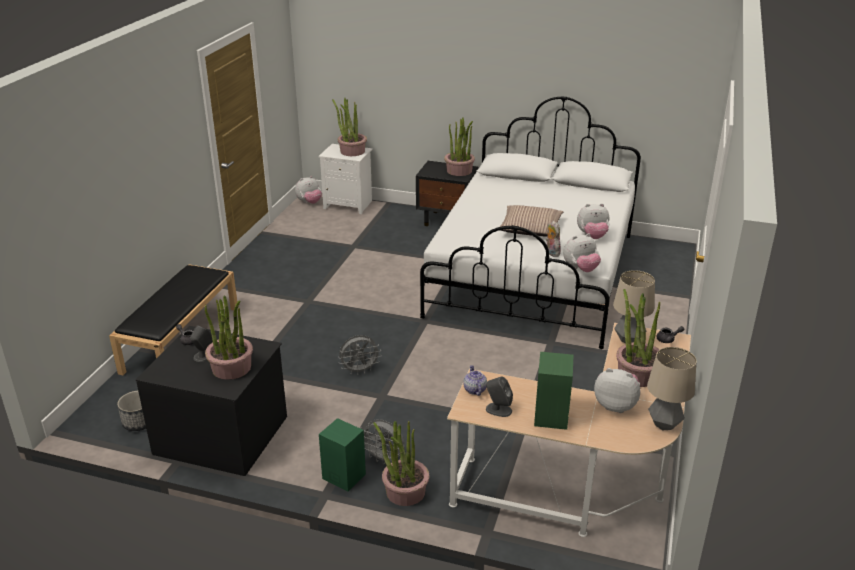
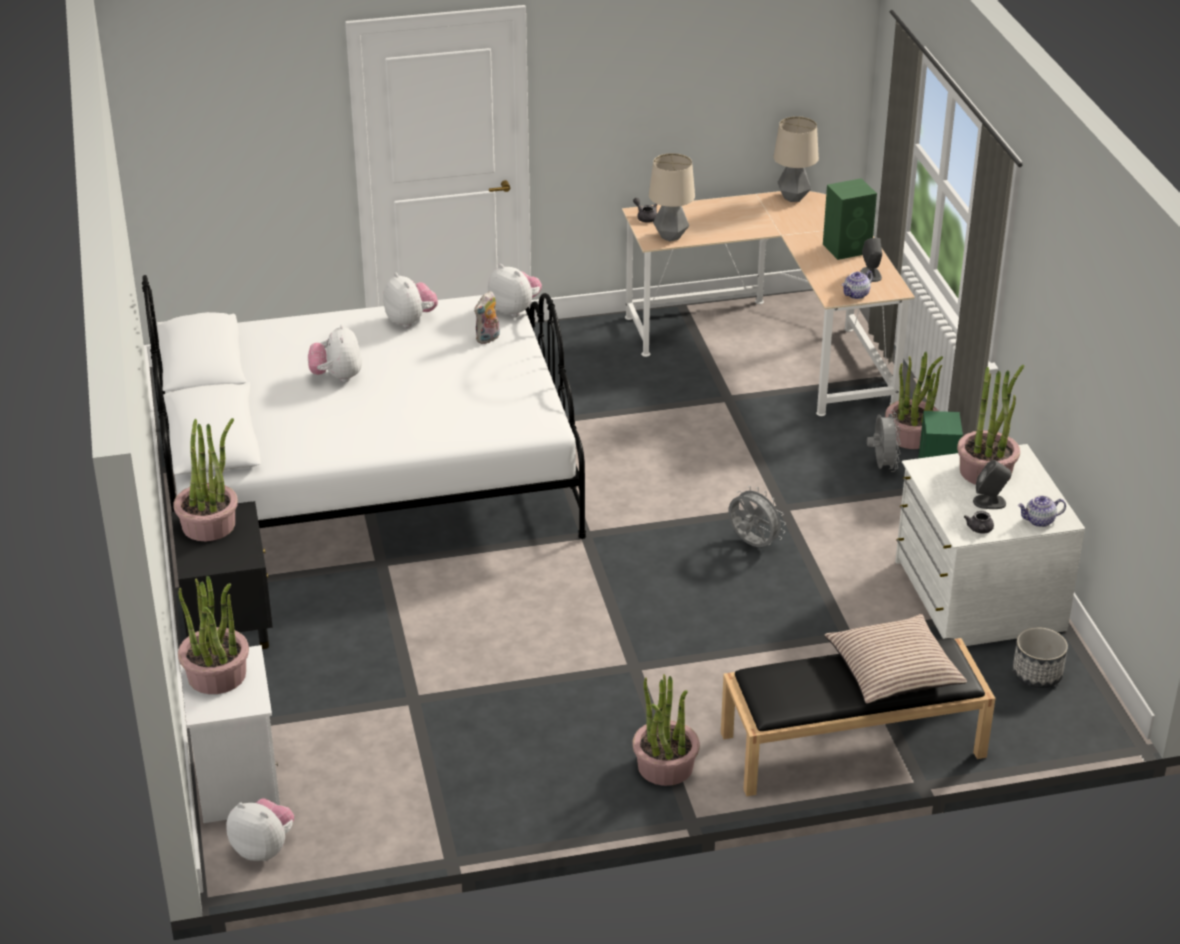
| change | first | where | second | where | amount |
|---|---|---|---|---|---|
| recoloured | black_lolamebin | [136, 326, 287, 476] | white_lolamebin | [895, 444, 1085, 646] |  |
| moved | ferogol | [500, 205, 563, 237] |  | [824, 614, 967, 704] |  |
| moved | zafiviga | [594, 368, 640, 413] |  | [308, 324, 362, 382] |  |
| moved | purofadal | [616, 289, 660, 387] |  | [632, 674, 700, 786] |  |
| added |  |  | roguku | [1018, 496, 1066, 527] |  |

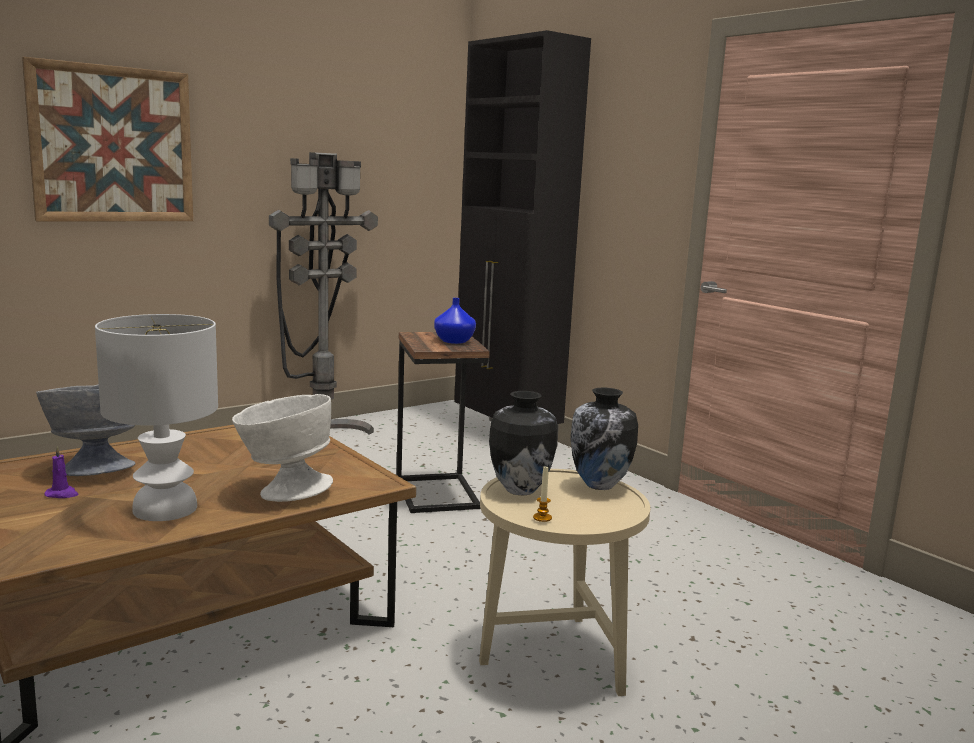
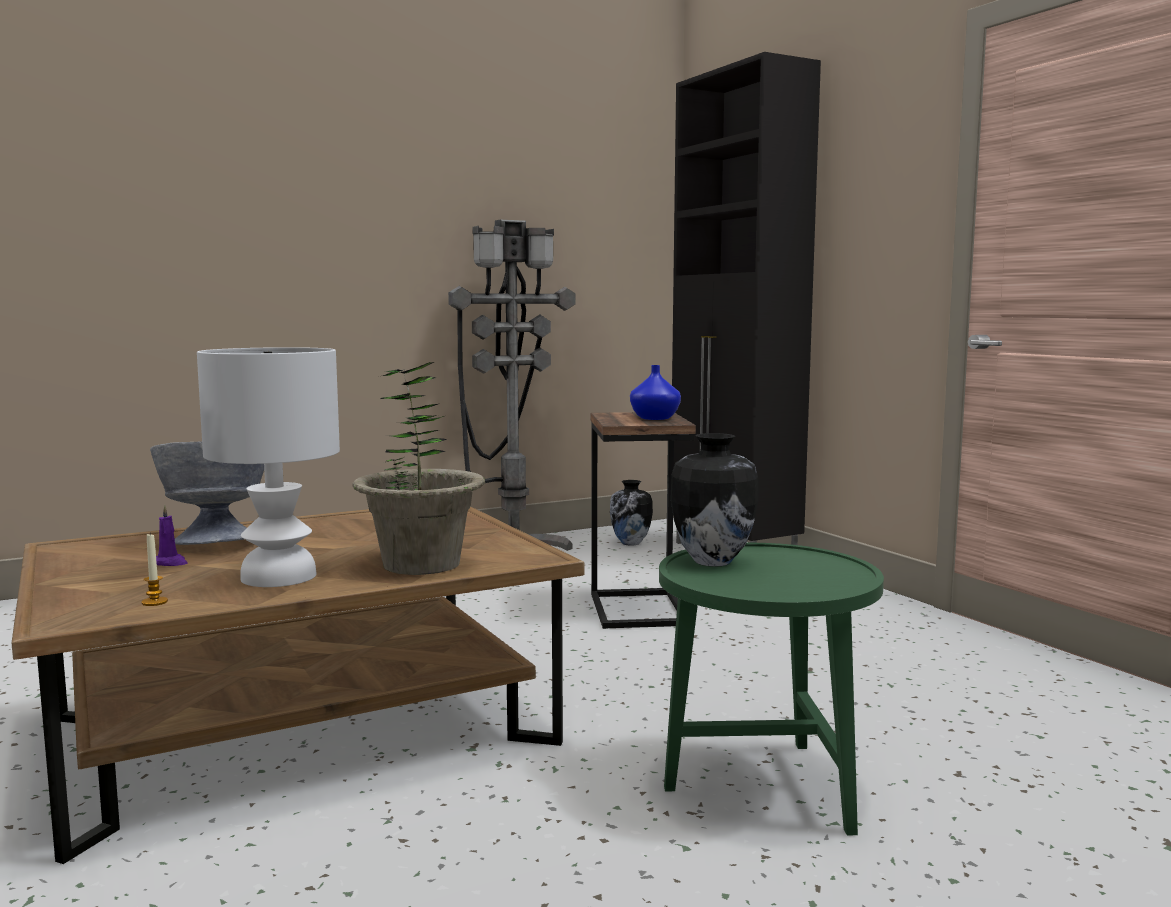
| change | first | where | second | where | amount |
|---|---|---|---|---|---|
| removed | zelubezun | [22, 57, 193, 222] |  |  |  |
| replaced | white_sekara | [232, 394, 333, 502] | purofadal | [352, 362, 485, 575] |  |
| recoloured | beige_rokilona | [479, 469, 650, 696] | green_rokilona | [659, 543, 884, 835] |  |
| moved | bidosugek | [533, 466, 552, 522] |  | [142, 533, 168, 606] |  |
| moved | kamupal | [571, 388, 638, 490] |  | [610, 480, 653, 546] |  |

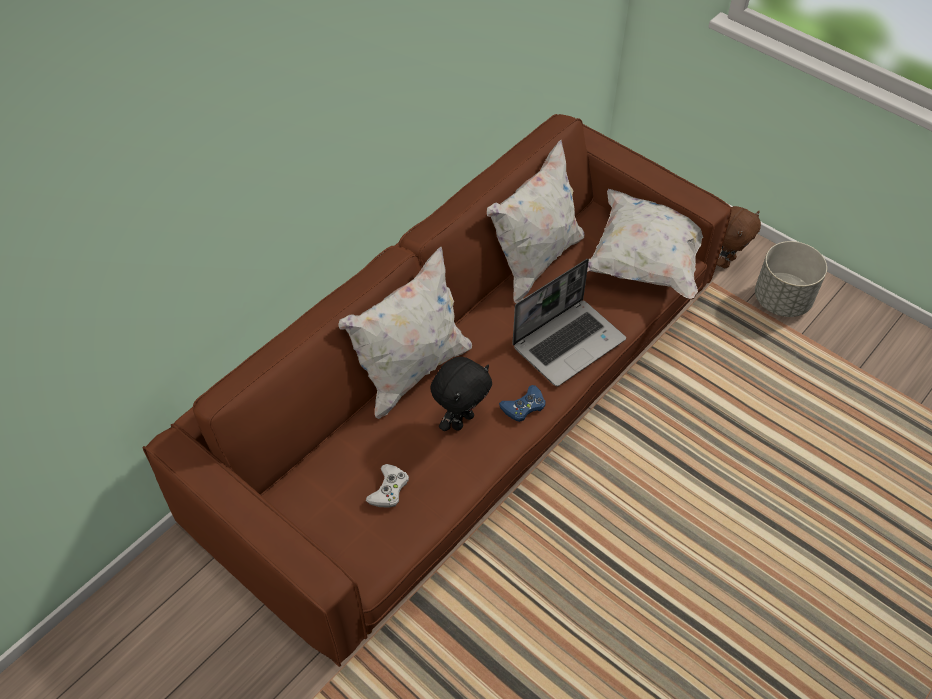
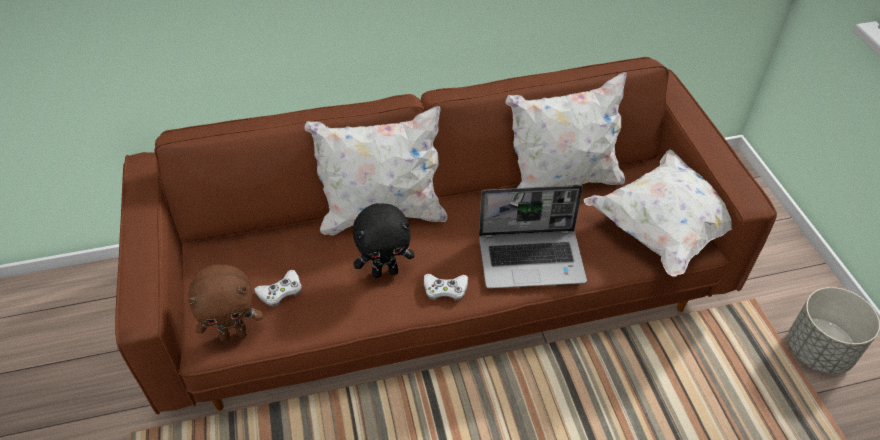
| change | first | where | second | where | amount |
|---|---|---|---|---|---|
| recoloured | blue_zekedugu | [499, 385, 545, 422] | white_zekedugu | [424, 274, 468, 301] |  |
| moved | brown_zafiviga | [717, 206, 761, 268] |  | [187, 265, 263, 341] |  |

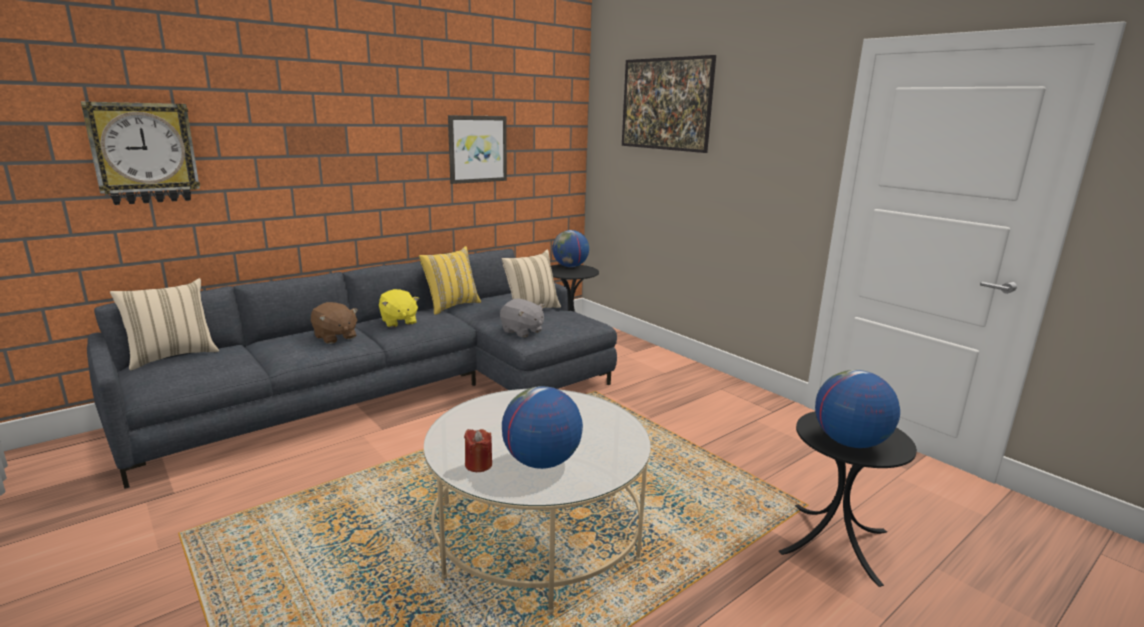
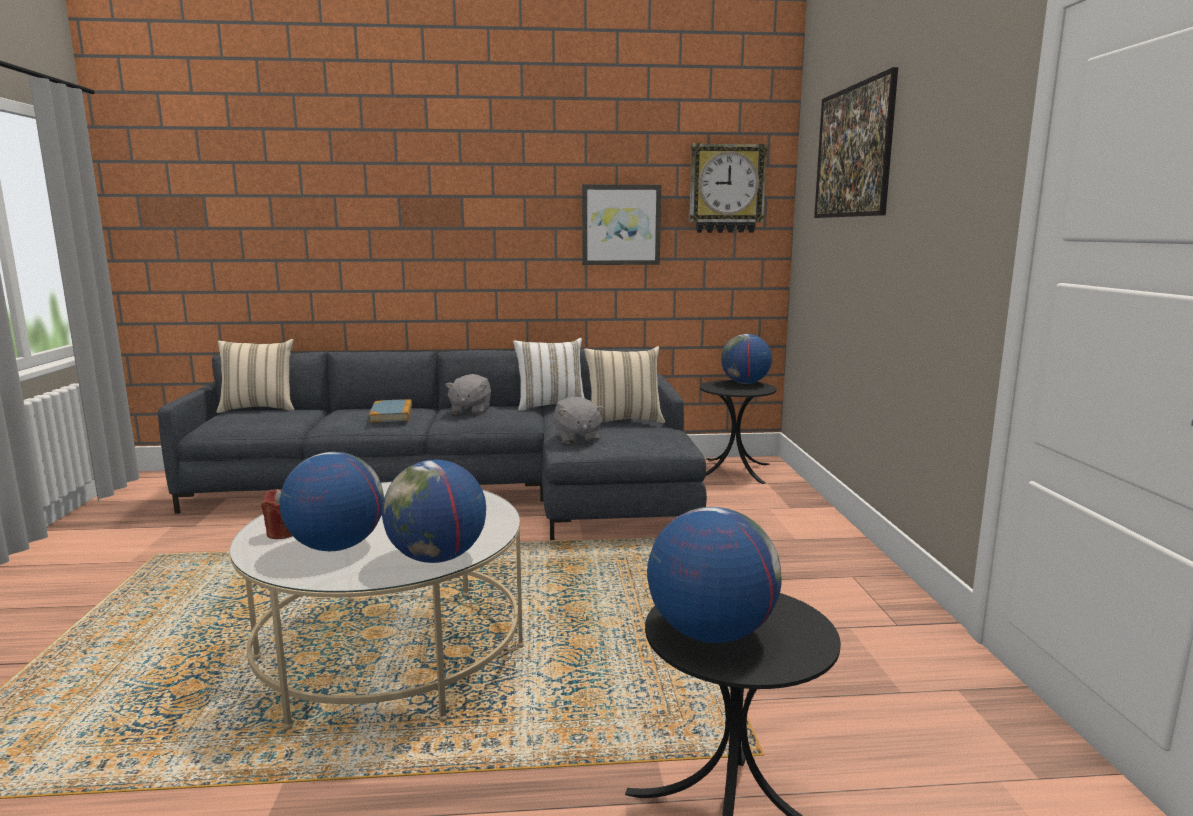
| change | first | where | second | where | amount |
|---|---|---|---|---|---|
| moved | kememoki | [81, 102, 200, 205] |  | [689, 143, 768, 233] |  |
| replaced | brown_zafiviga | [311, 302, 358, 344] | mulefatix | [369, 399, 412, 422] |  |
| recoloured | yellow_zafiviga | [379, 289, 419, 328] | grey_zafiviga | [445, 374, 491, 415] |  |
| recoloured | yellow_ferogol | [419, 246, 481, 315] | white_ferogol | [513, 338, 585, 411] |  |
| added |  |  | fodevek | [382, 460, 486, 563] |  |

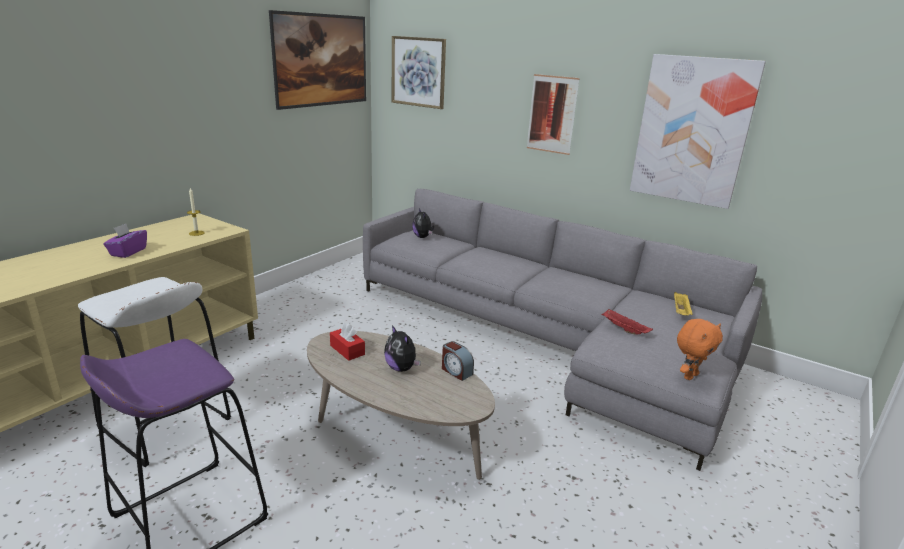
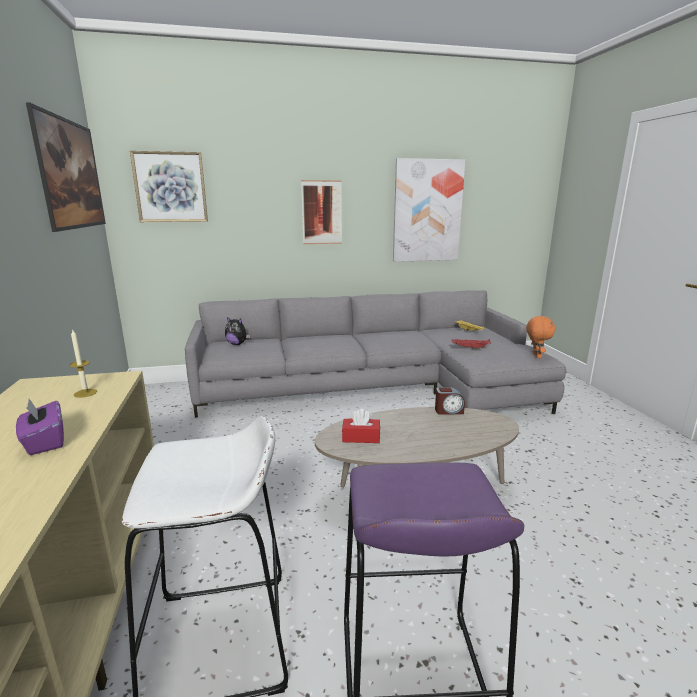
| change | first | where | second | where | amount |
|---|---|---|---|---|---|
| removed | zafiviga | [384, 325, 421, 372] |  |  |  |

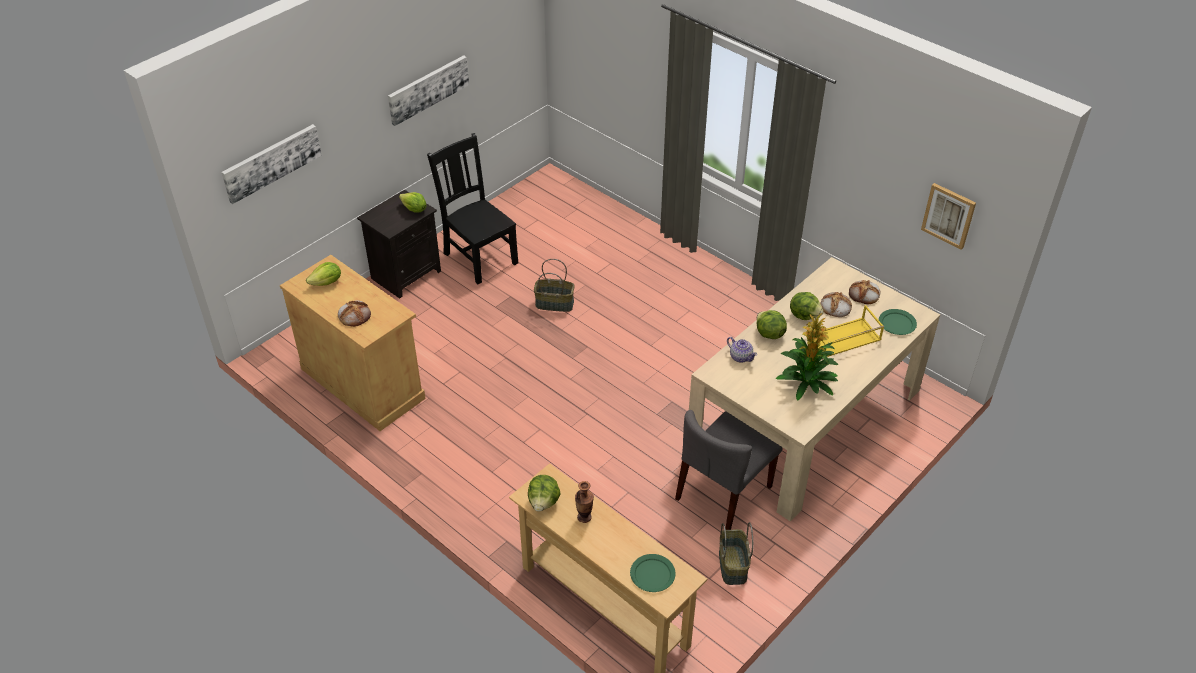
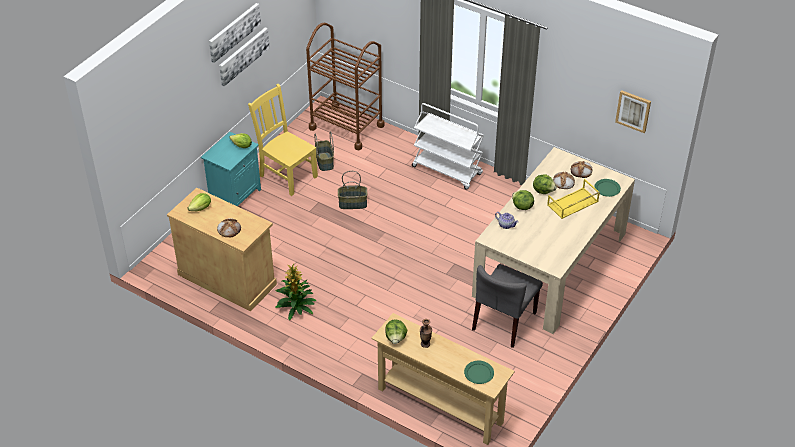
| change | first | where | second | where | amount |
|---|---|---|---|---|---|
| moved | zelubezun | [222, 124, 322, 204] |  | [209, 3, 261, 63] |  |
| recoloured | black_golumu | [357, 190, 441, 299] | turquoise_golumu | [201, 132, 261, 207] |  |
| recoloured | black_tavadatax | [427, 133, 518, 284] | yellow_tavadatax | [248, 84, 318, 196] |  |
| moved | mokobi | [719, 522, 753, 585] |  | [314, 131, 334, 171] |  |
| moved | purofadal | [776, 313, 838, 401] |  | [275, 263, 316, 321] |  |
| added |  |  | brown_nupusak | [306, 23, 385, 150] |  |
| added |  |  | white_nupusak | [412, 103, 484, 190] |  |

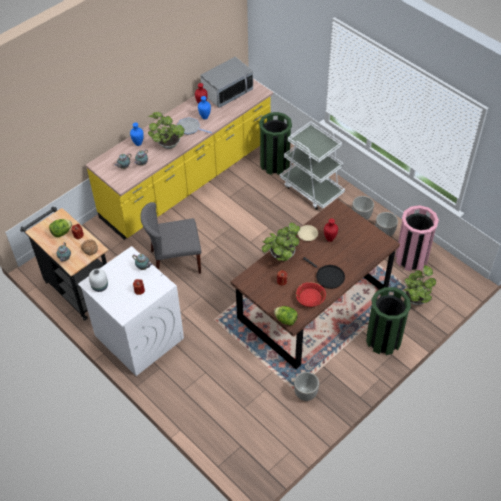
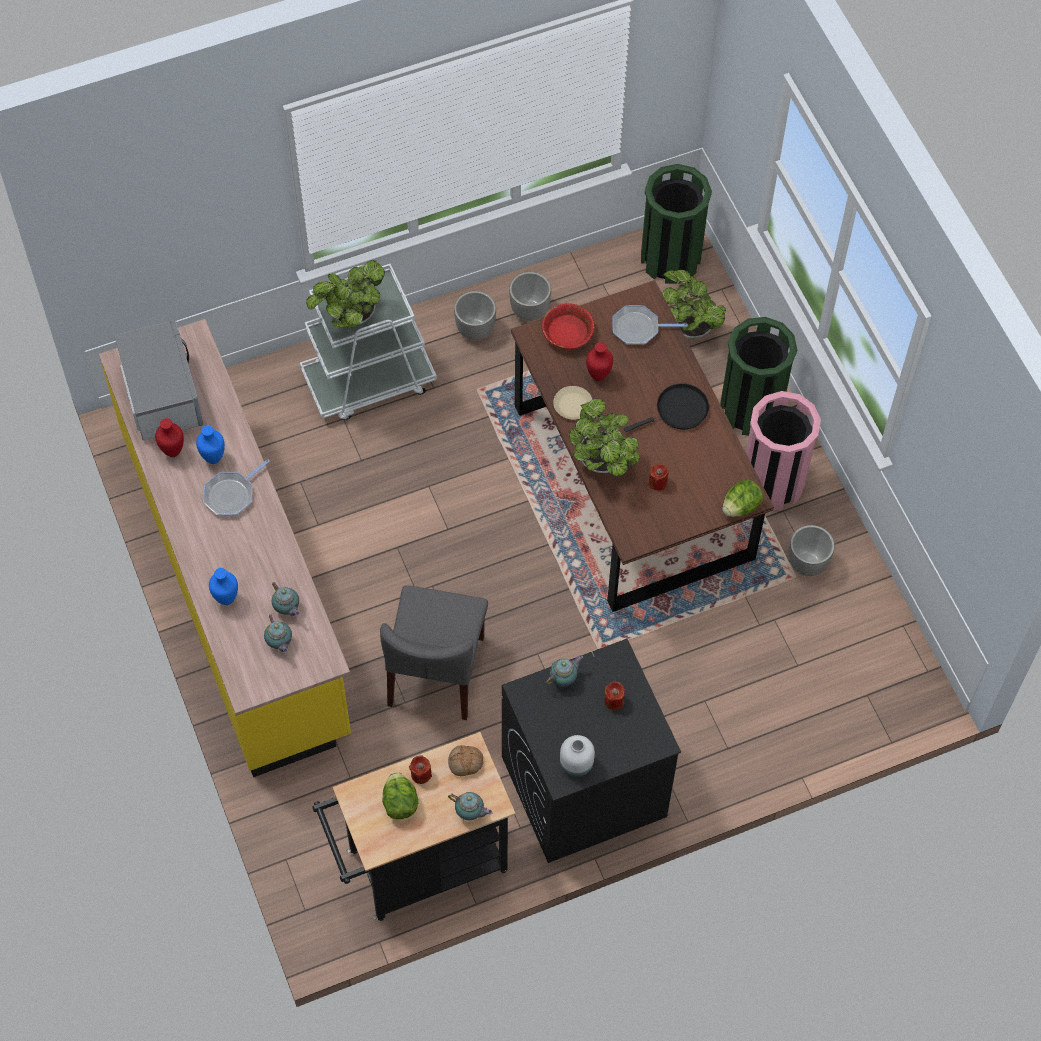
| change | first | where | second | where | amount |
|---|---|---|---|---|---|
| recoloured | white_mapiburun | [78, 246, 184, 376] | black_mapiburun | [502, 639, 681, 863] |  |
| moved | purofadal | [148, 112, 185, 149] |  | [306, 260, 385, 329] |  |
| moved | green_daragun | [259, 112, 292, 175] |  | [641, 164, 712, 284] |  |
| moved | red_sekara | [296, 282, 326, 307] |  | [542, 303, 595, 350] |  |
| moved | pink_daragun | [395, 205, 439, 271] |  | [746, 391, 821, 510] |  |
| added |  |  | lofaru | [612, 305, 688, 345] |  |

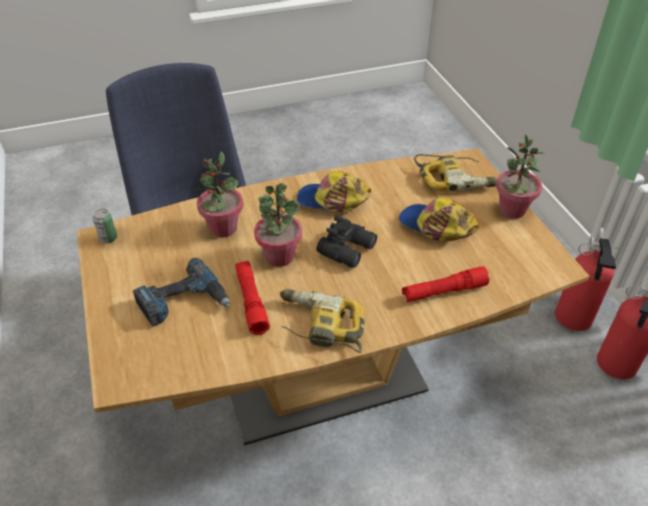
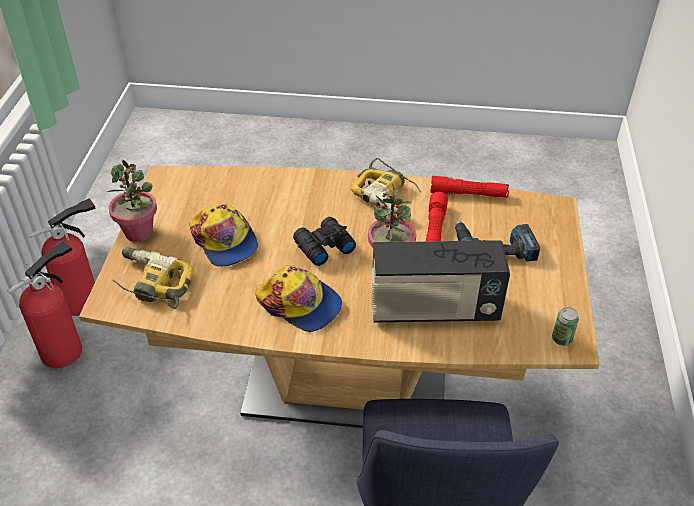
| change | first | where | second | where | amount |
|---|---|---|---|---|---|
| replaced | purofadal | [194, 152, 243, 237] | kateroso | [371, 240, 510, 323] |  |
| moved | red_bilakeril | [402, 266, 490, 302] |  | [430, 176, 509, 198] |  |

